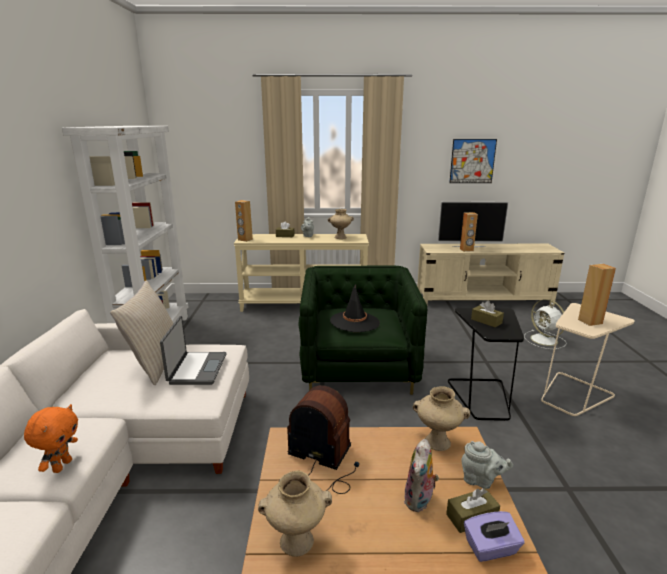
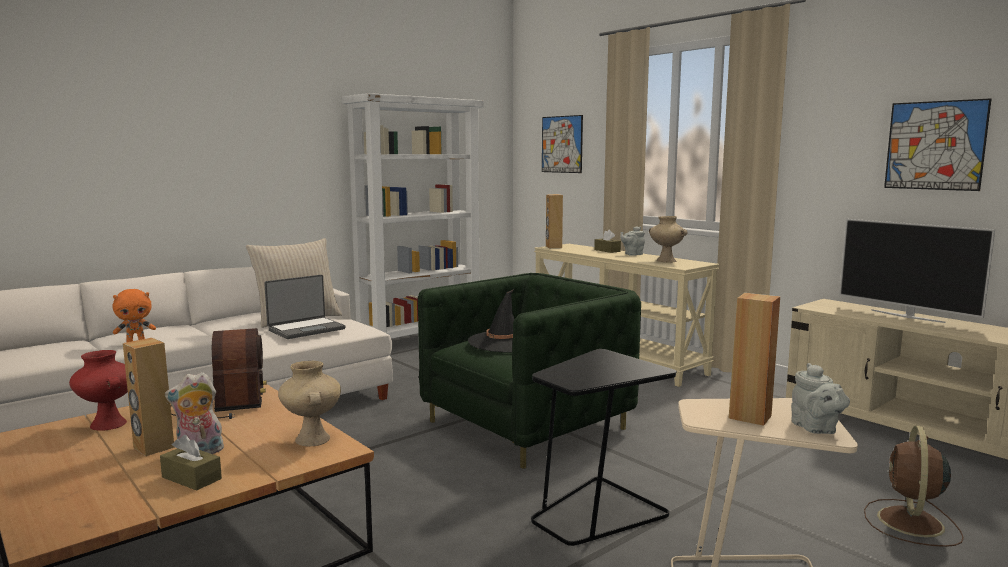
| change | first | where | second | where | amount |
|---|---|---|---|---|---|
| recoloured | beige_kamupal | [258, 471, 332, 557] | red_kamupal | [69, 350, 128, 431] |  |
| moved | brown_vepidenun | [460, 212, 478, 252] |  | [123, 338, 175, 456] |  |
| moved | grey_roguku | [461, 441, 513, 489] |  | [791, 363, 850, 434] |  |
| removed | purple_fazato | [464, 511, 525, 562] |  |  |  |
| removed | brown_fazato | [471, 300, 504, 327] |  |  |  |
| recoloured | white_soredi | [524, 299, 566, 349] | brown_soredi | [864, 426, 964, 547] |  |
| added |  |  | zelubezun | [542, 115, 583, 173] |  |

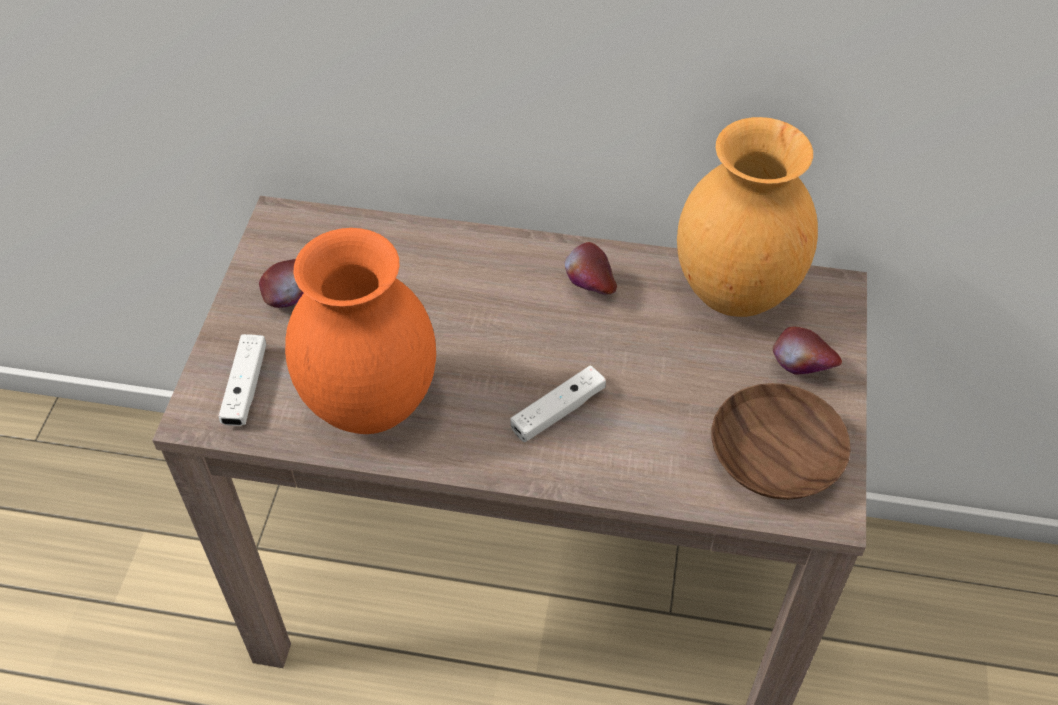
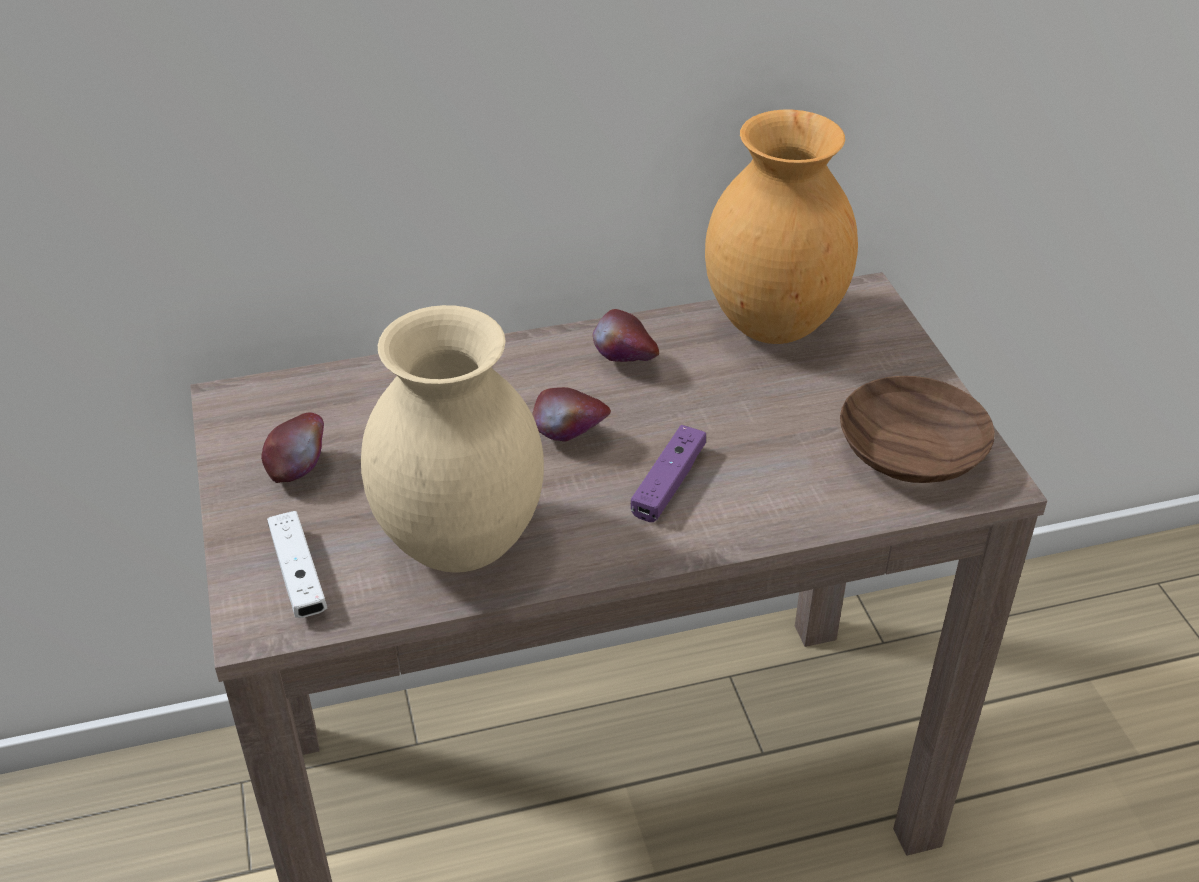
| change | first | where | second | where | amount |
|---|---|---|---|---|---|
| recoloured | orange_kamupal | [285, 228, 436, 434] | beige_kamupal | [361, 305, 544, 573] |  |
| recoloured | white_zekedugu | [510, 365, 606, 442] | purple_zekedugu | [631, 425, 706, 522] |  |
| moved | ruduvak | [773, 327, 842, 374] |  | [532, 387, 611, 442] |  |

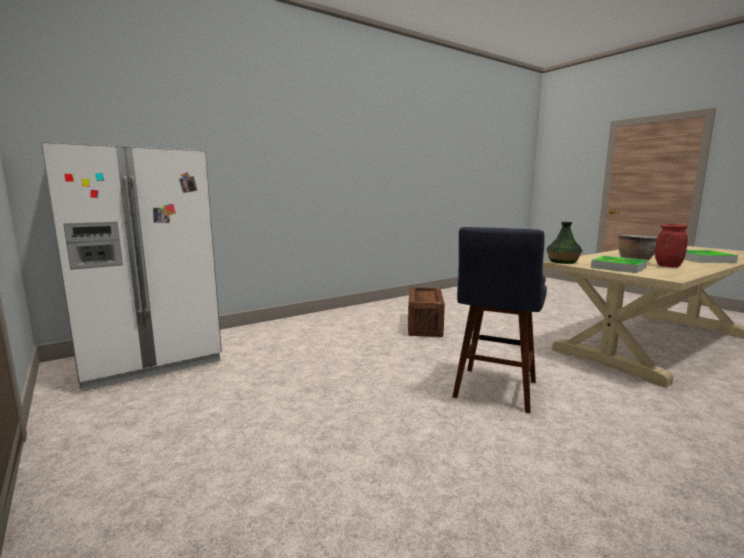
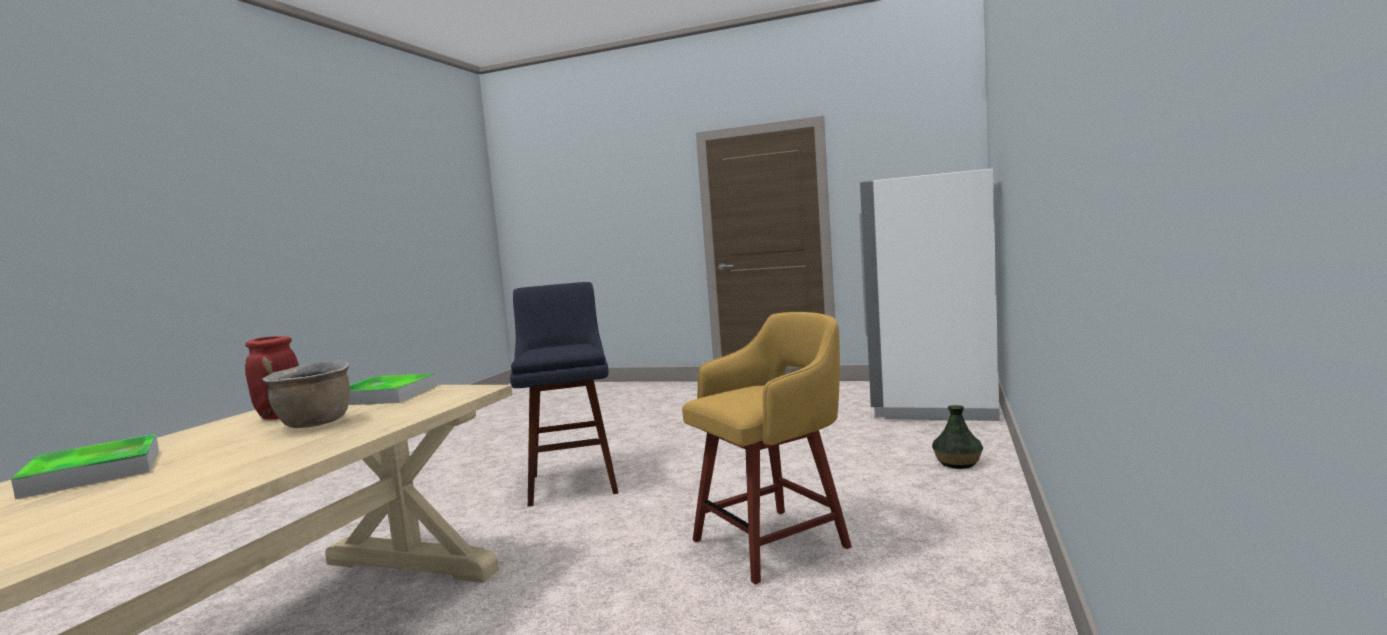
| change | first | where | second | where | amount |
|---|---|---|---|---|---|
| replaced | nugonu | [408, 287, 445, 337] | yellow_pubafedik | [682, 312, 852, 584] |  |
| moved | kamupal | [546, 222, 582, 264] |  | [932, 405, 983, 469] |  |

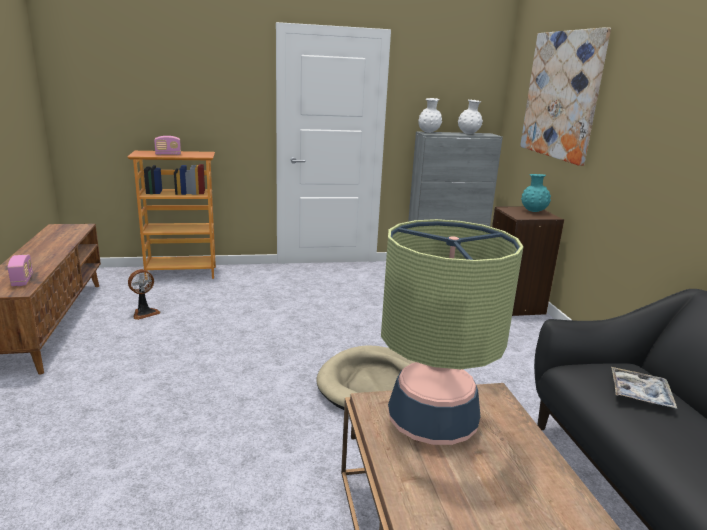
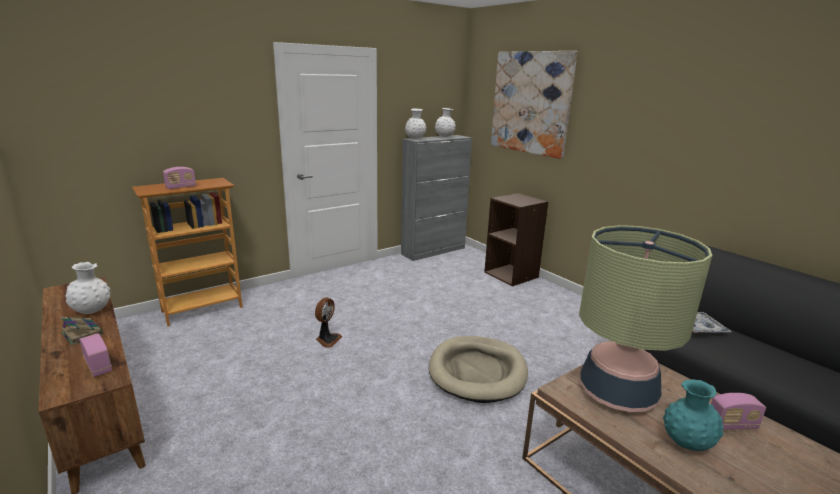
| change | first | where | second | where | amount |
|---|---|---|---|---|---|
| moved | soredi | [128, 269, 160, 320] |  | [315, 298, 343, 348] |  |
| moved | turquoise_kamupal | [521, 174, 551, 212] |  | [663, 379, 723, 451] |  |
| added |  |  | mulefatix | [60, 317, 103, 345] |  |
| added |  |  | white_kamupal | [65, 262, 111, 314] |  |
| added |  |  | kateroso | [711, 393, 766, 430] |  |

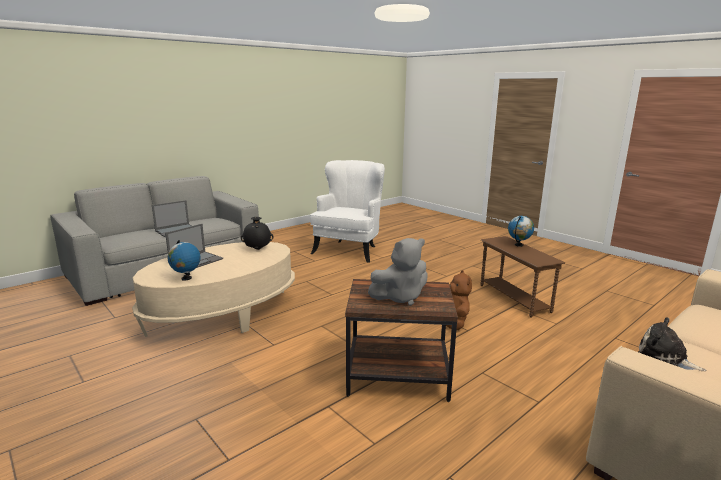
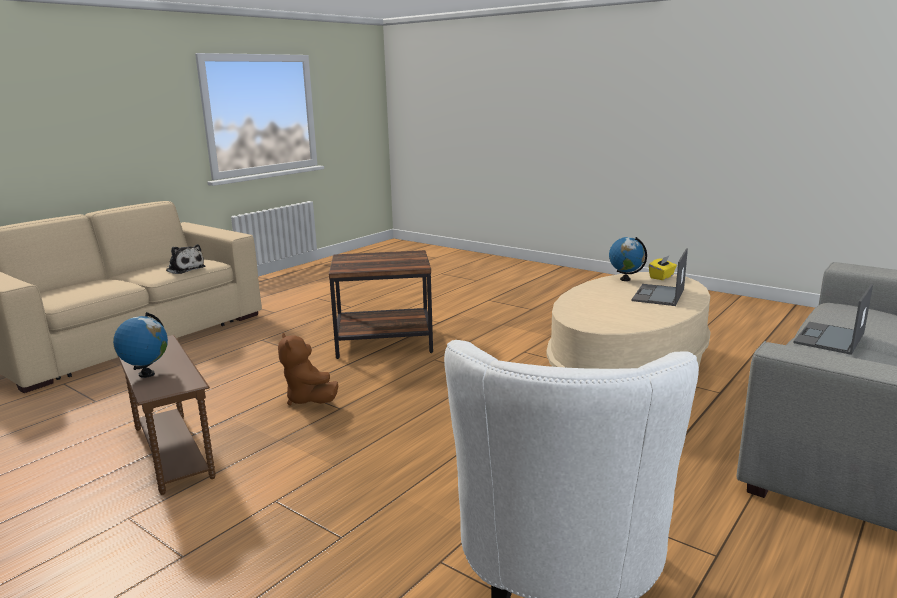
| change | first | where | second | where | amount |
|---|---|---|---|---|---|
| removed | black_kamupal | [241, 217, 274, 250] |  |  |  |
| removed | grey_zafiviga | [368, 238, 427, 306] |  |  |  |
| added |  |  | yellow_fazato | [649, 255, 677, 280] |  |

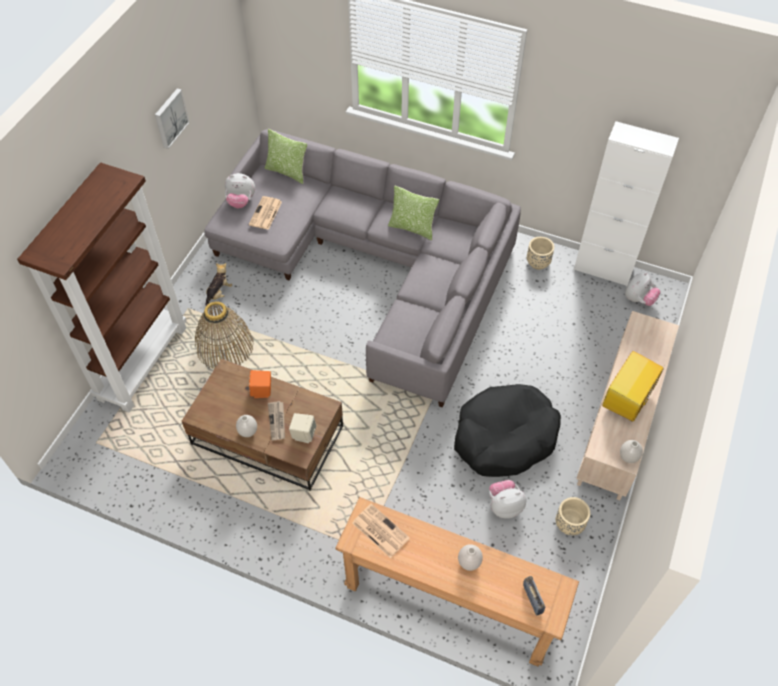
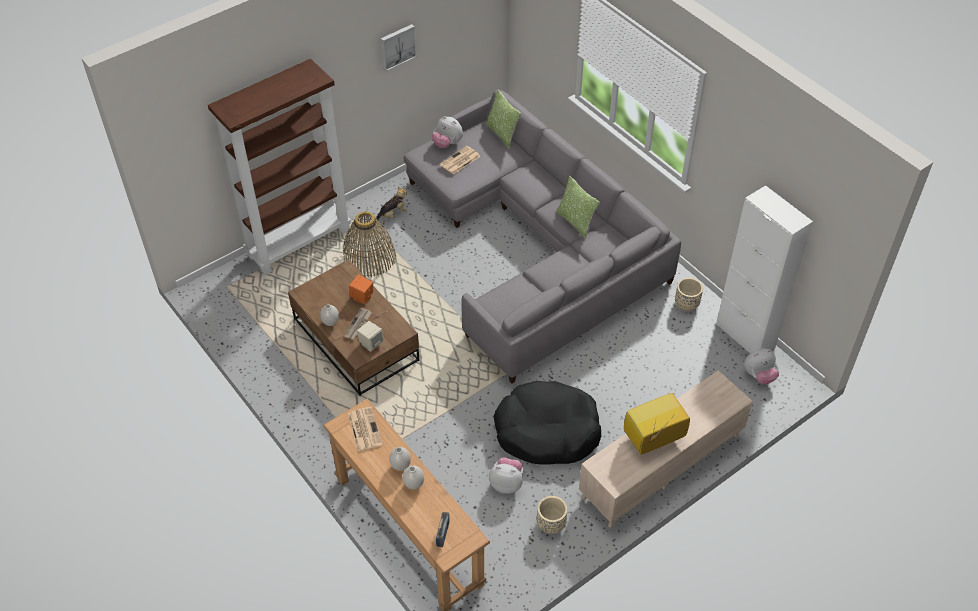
| change | first | where | second | where | amount |
|---|---|---|---|---|---|
| moved | white_kamupal | [620, 440, 643, 463] |  | [389, 447, 411, 471] |  |

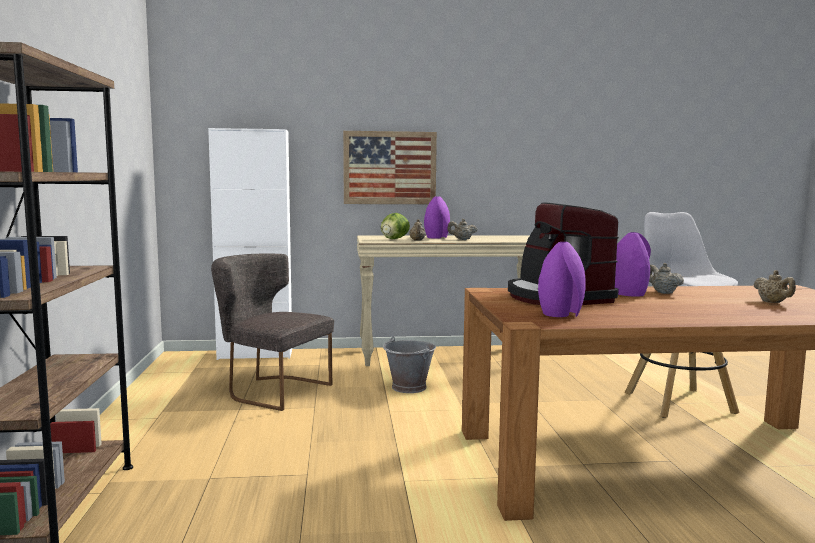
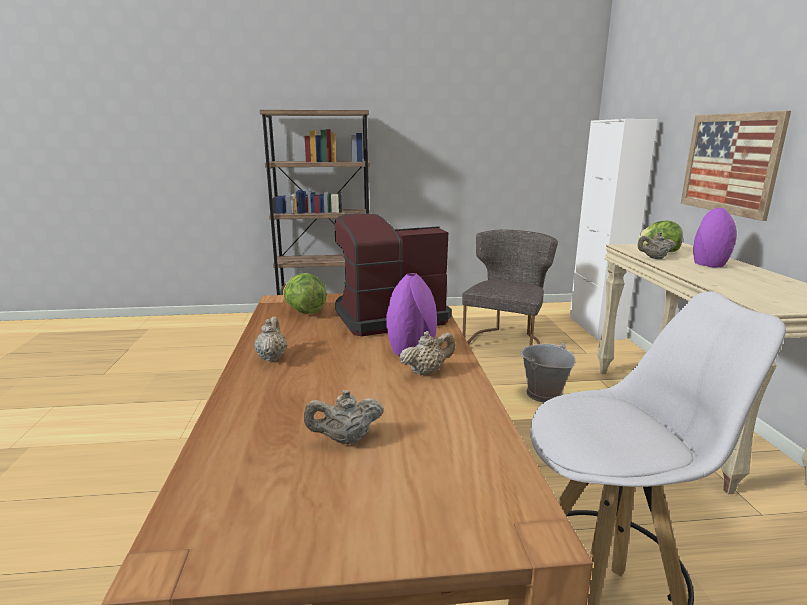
| change | first | where | second | where | amount |
|---|---|---|---|---|---|
| moved | beige_roguku | [447, 219, 478, 240] |  | [254, 316, 287, 361] |  |
| replaced | purple_kamupal | [538, 242, 586, 317] | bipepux | [283, 273, 327, 314] |  |

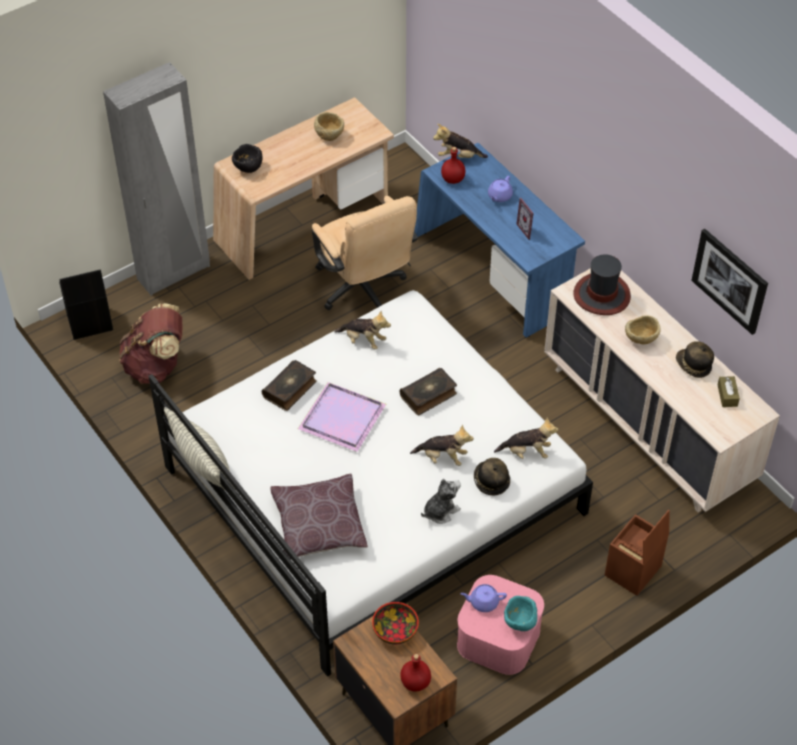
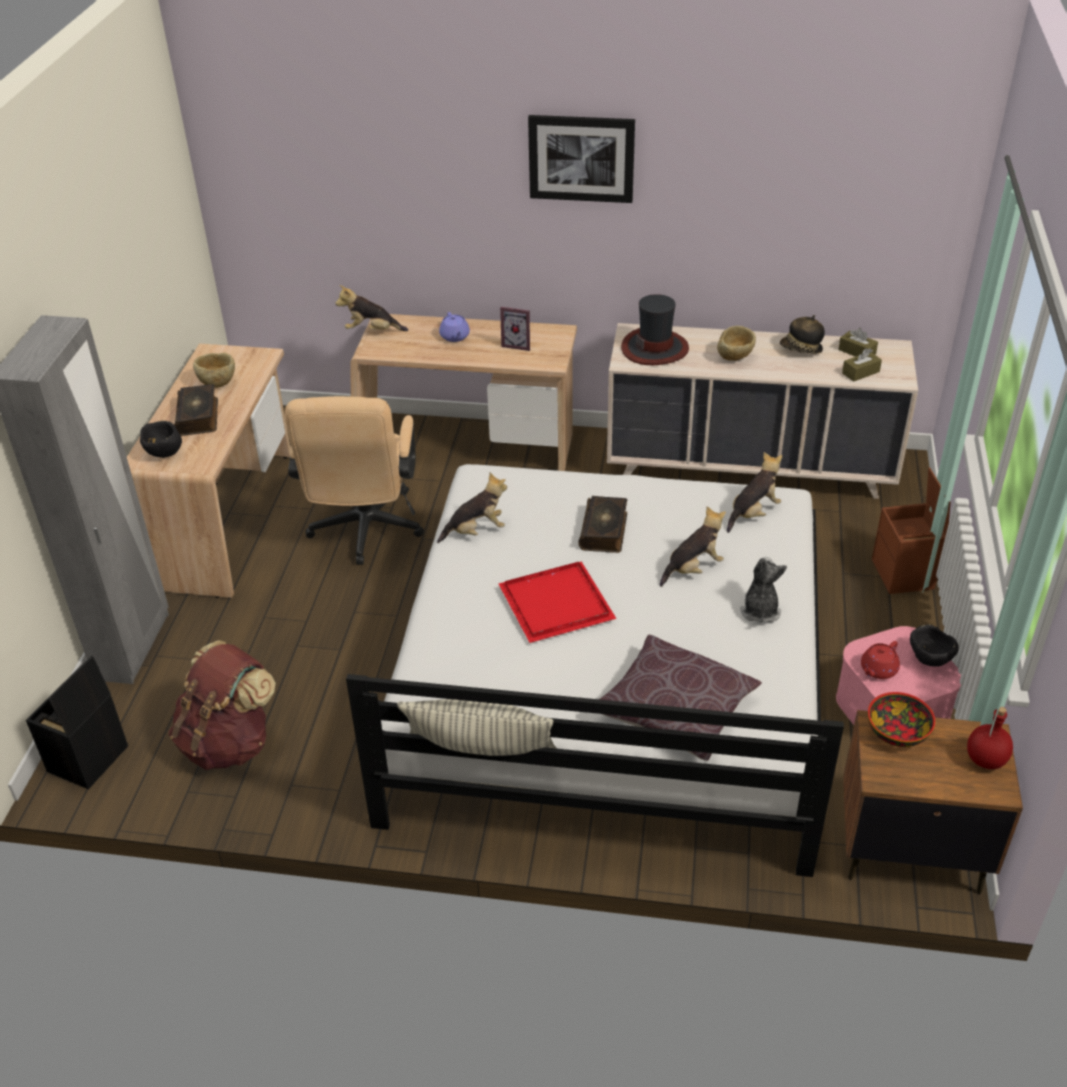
| change | first | where | second | where | amount |
|---|---|---|---|---|---|
| moved | mulefatix | [262, 360, 317, 411] |  | [174, 384, 218, 436] |  |
| recoloured | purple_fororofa | [298, 382, 386, 452] | red_fororofa | [499, 562, 617, 643] |  |
| turned | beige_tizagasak | [312, 196, 418, 310] |  | [285, 396, 424, 565] | 75 degrees clockwise |
| recoloured | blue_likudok | [414, 143, 585, 338] | beige_likudok | [350, 314, 577, 471] |  |
| turned | zafiviga | [433, 124, 488, 158] |  | [336, 285, 408, 331] | 45 degrees clockwise |
| removed | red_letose | [441, 147, 466, 184] |  |  |  |
| recoloured | purple_roguku | [460, 584, 507, 612] | red_roguku | [861, 641, 900, 679] |  |
| removed | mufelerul | [474, 458, 510, 495] |  |  |  |
| recoloured | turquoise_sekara | [504, 596, 537, 631] | black_sekara | [910, 624, 959, 667] |  |
| moved | zelubezun | [691, 229, 768, 335] |  | [528, 115, 635, 203] |  |
| added |  |  | brown_fazato | [842, 348, 882, 382] |  |

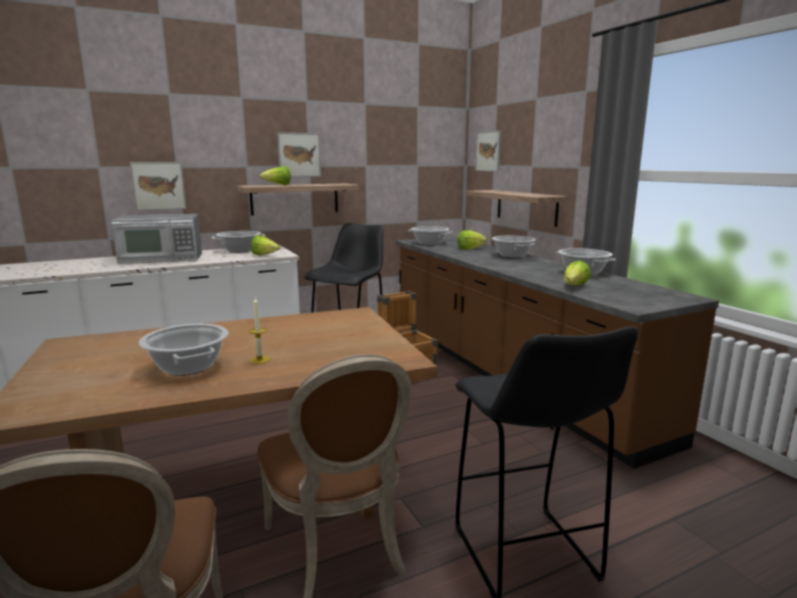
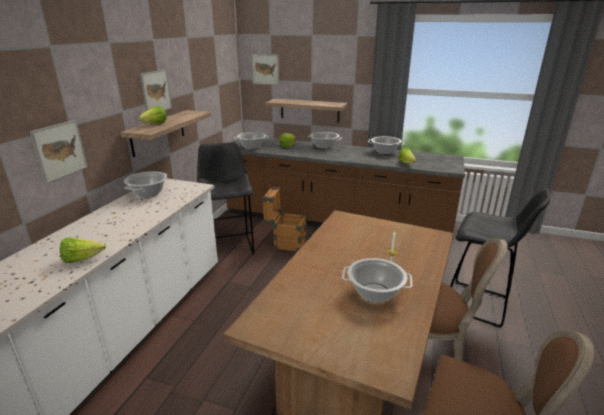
| change | first | where | second | where | amount |
|---|---|---|---|---|---|
| removed | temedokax | [111, 214, 202, 264] |  |  |  |
| moved | bipepux | [251, 235, 281, 255] |  | [60, 237, 106, 263] |  |

